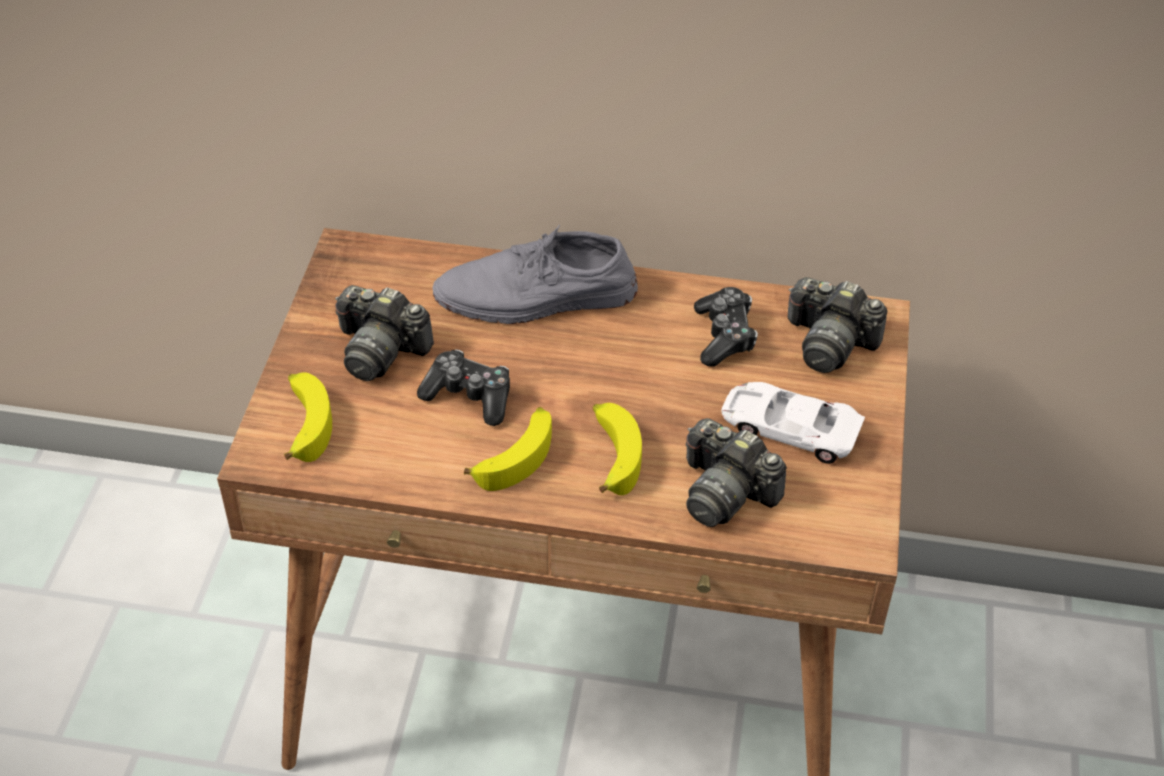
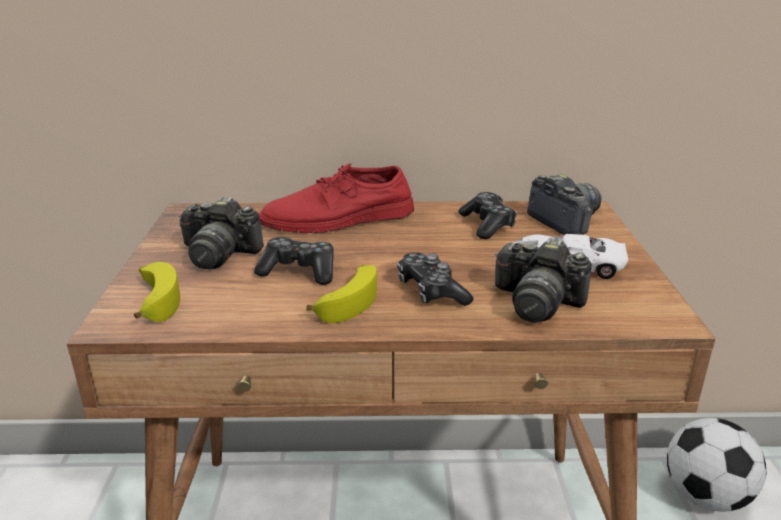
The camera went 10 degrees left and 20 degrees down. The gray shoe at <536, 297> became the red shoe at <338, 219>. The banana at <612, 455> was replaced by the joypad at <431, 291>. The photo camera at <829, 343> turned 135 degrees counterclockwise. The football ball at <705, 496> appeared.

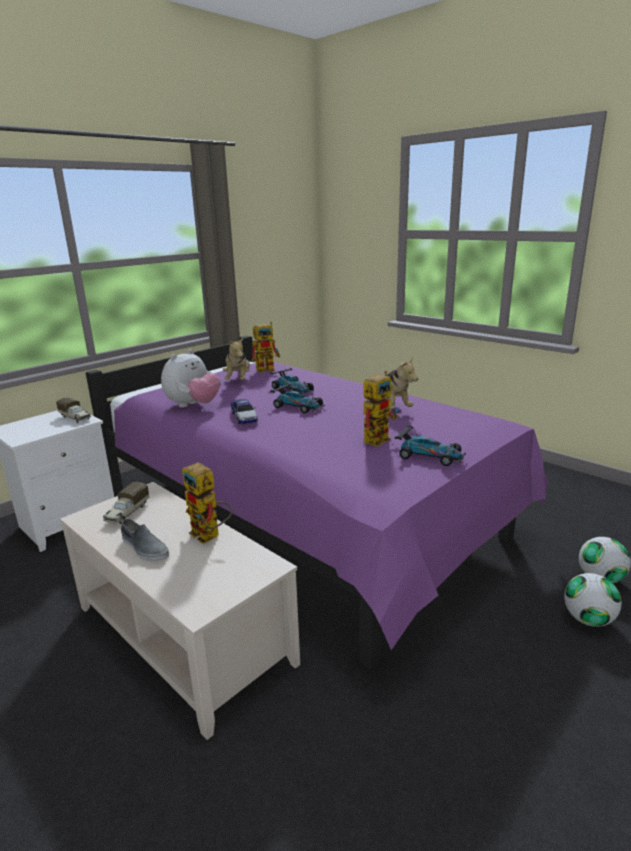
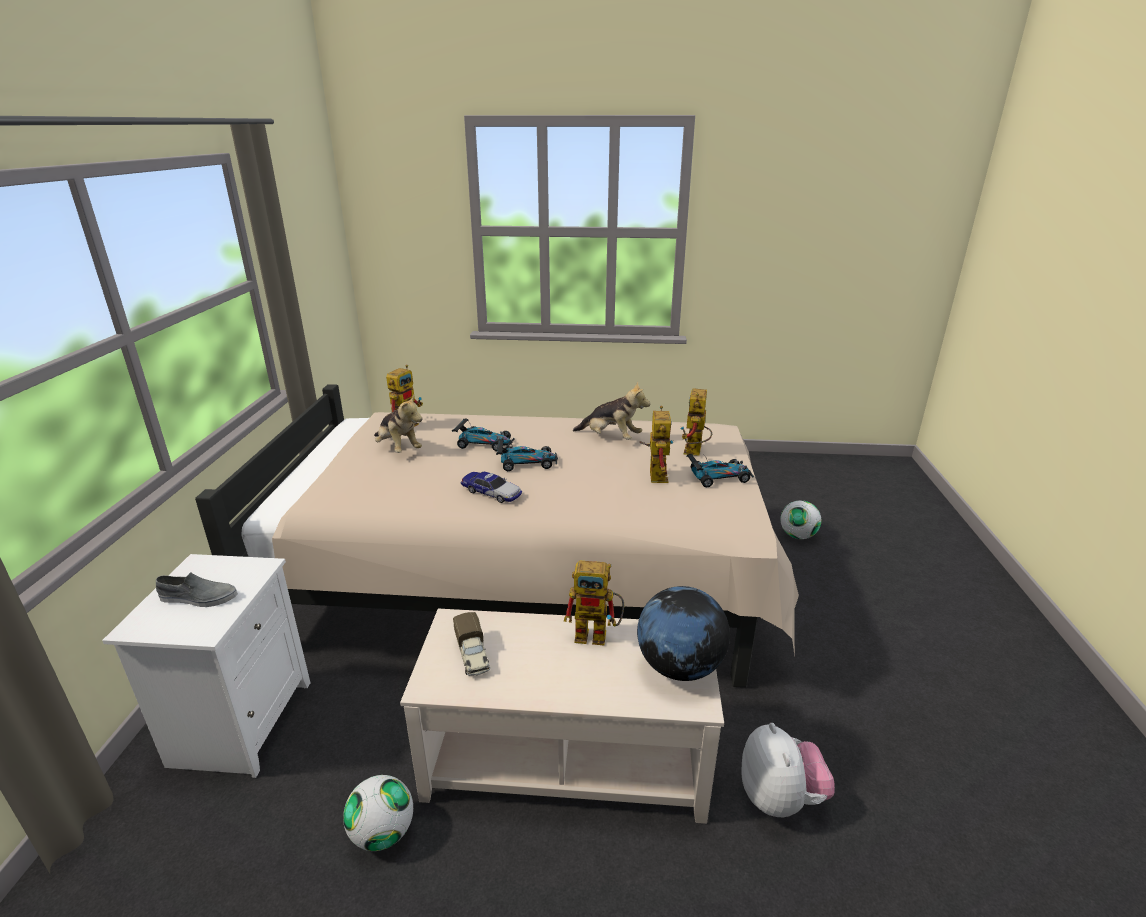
The camera went 40 degrees left and 5 degrees up. The toy lorry at <76, 418> disappeared. The purple-coloured bedroom bed at <303, 518> became the sand-coloured bedroom bed at <529, 583>. The gray shoe moved from <144, 548> to <198, 598>. The plush toy moved from <193, 405> to <780, 798>. The football ball moved from <588, 619> to <383, 833>. The desk globe at <679, 666> appeared. The robot figure at <694, 453> appeared.

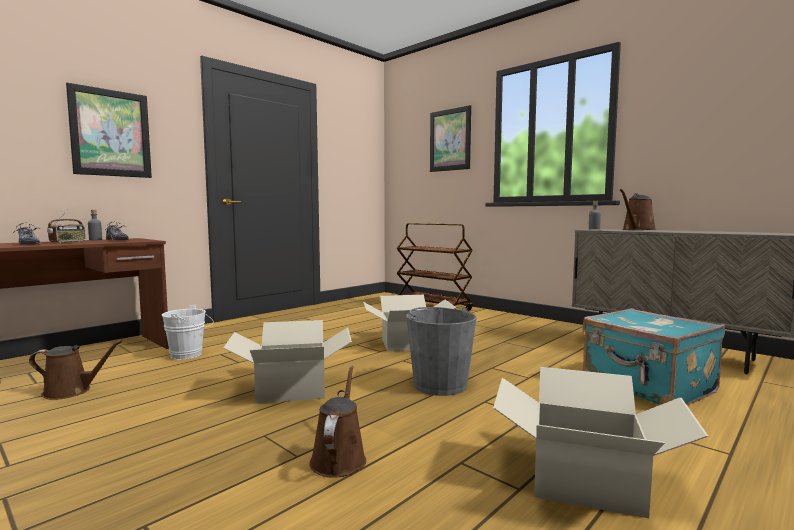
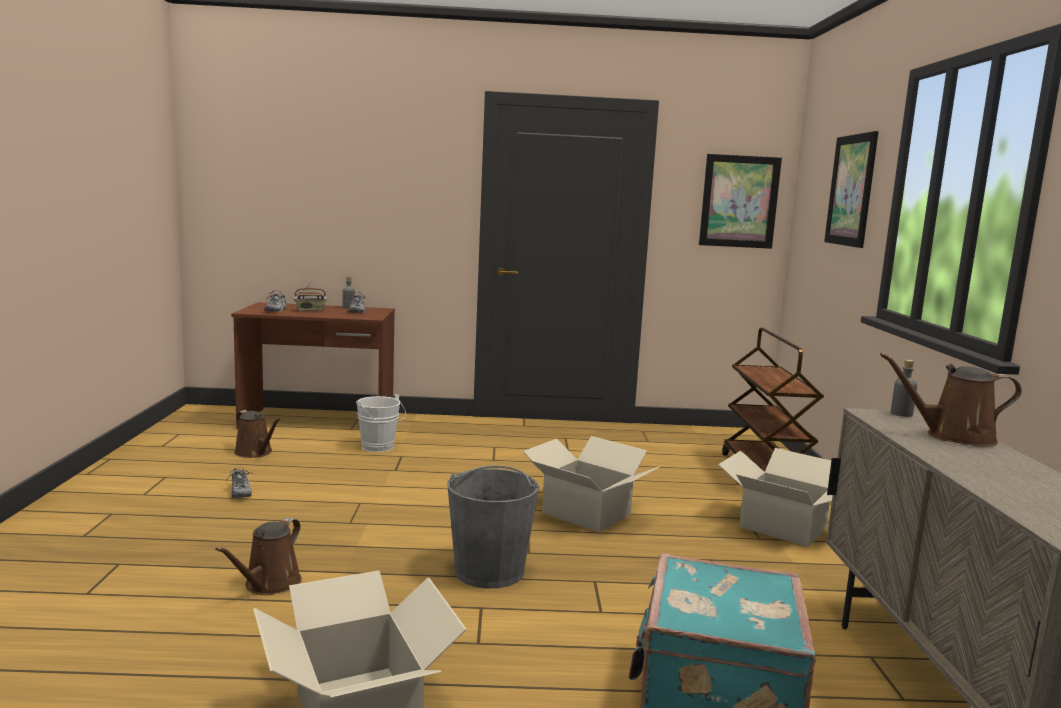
The camera went 45 degrees right and 5 degrees up. The wall picture moved from <111, 133> to <739, 201>. The packing box moved from <292, 389> to <783, 526>. The brown-coloured watering can at <339, 458> turned 150 degrees clockwise. The shoe at <240, 492> appeared.

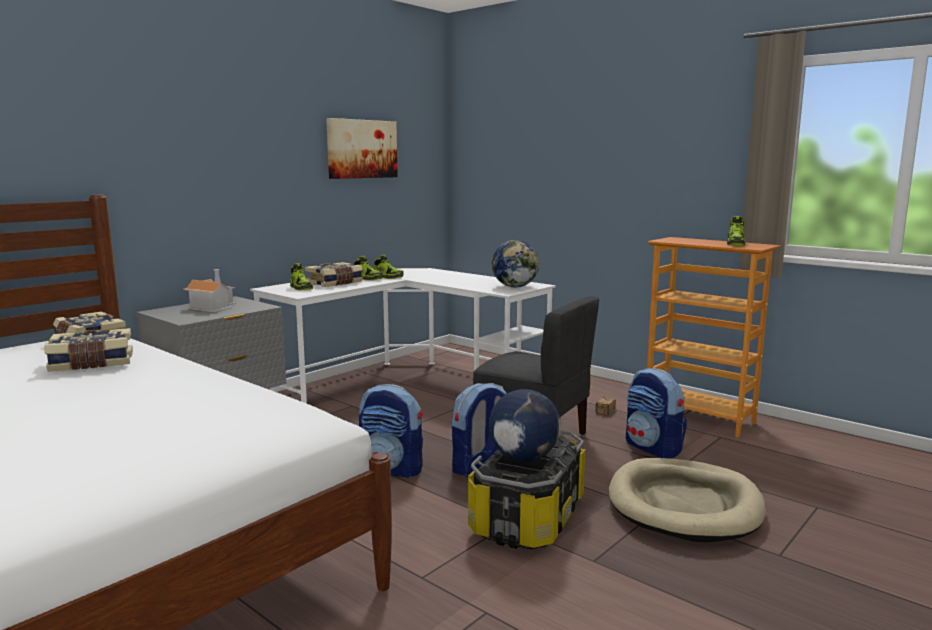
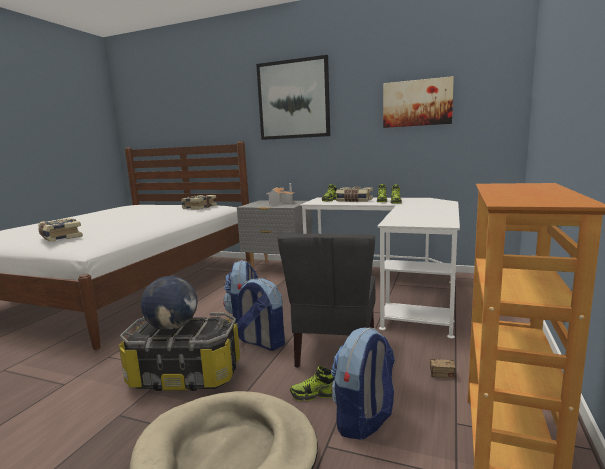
The camera went 70 degrees right and 0 degrees up. The bound book moved from <92, 363> to <60, 237>. The desk globe at <515, 287> disappeared. The shoe moved from <735, 244> to <314, 395>. The wall picture at <293, 99> appeared.

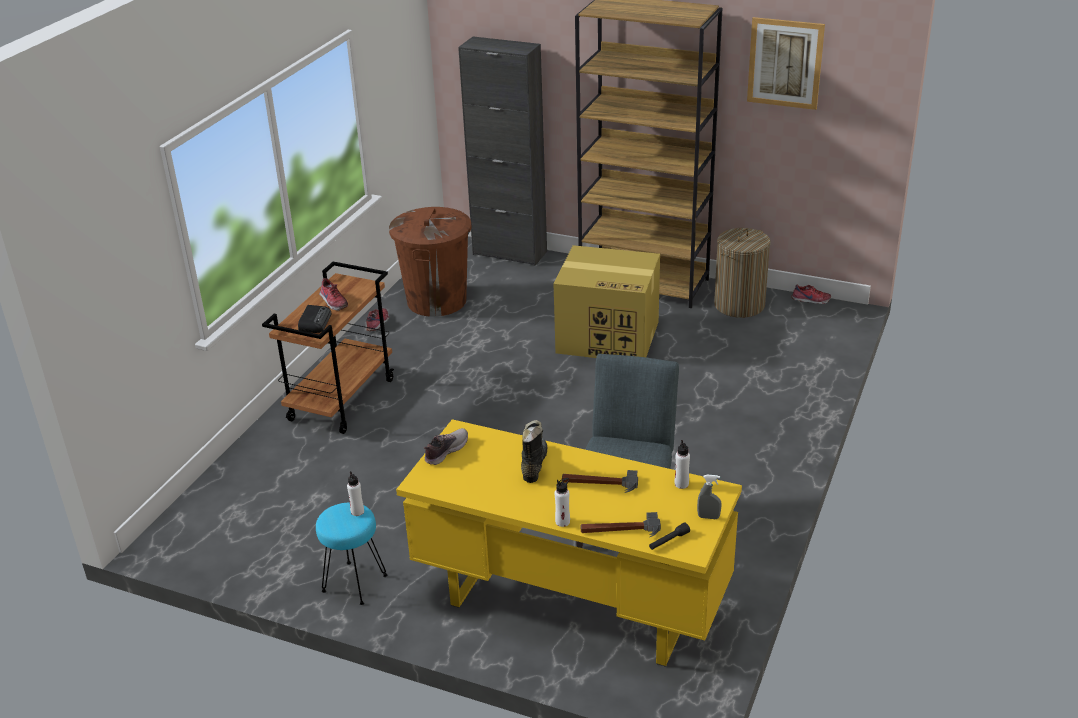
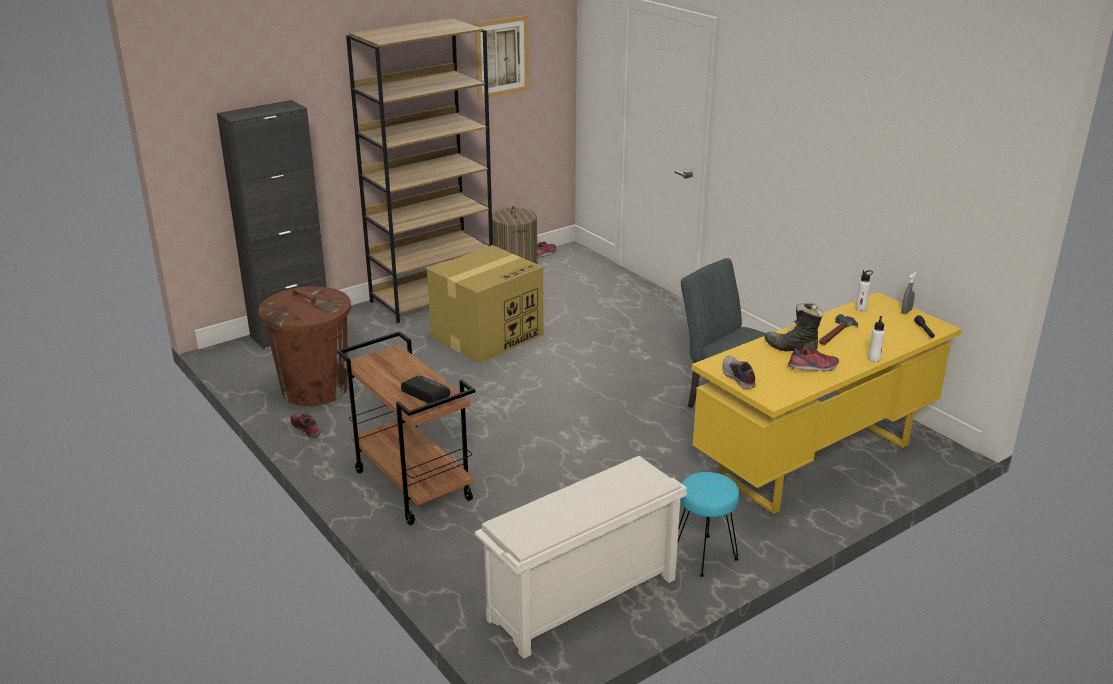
The camera went 60 degrees left and 5 degrees down. The shoe moved from <333, 302> to <813, 368>. The white bottle at <357, 512> disappeared. The tool hammer at <620, 530> disappeared. The white shoe rack at <582, 601> appeared.

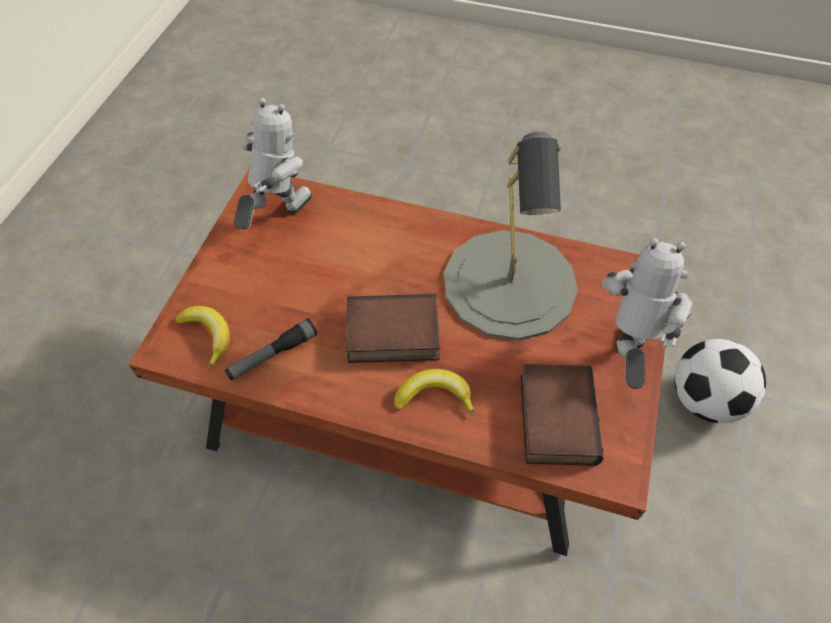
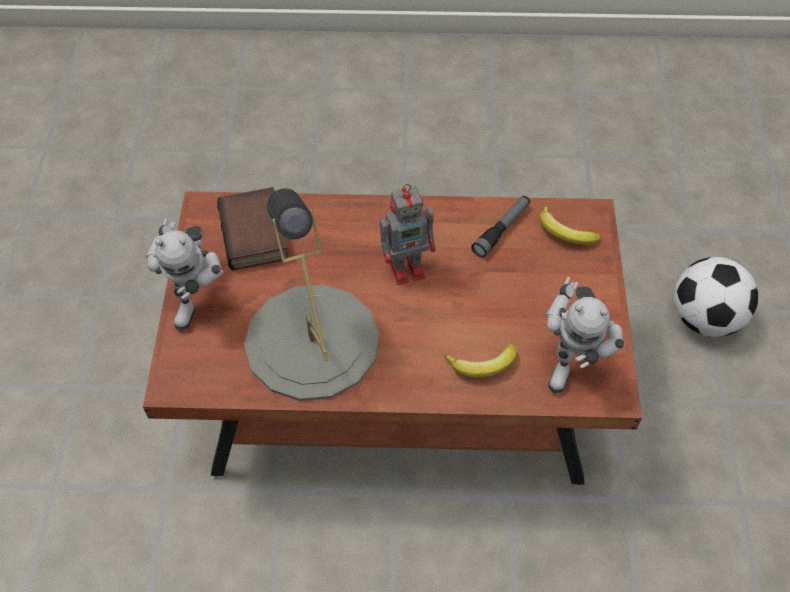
The camera went 165 degrees right and 0 degrees up. The bound book at <391, 336> was replaced by the robot figure at <408, 267>. The banana moved from <434, 396> to <483, 365>. The football ball moved from <704, 400> to <704, 318>.

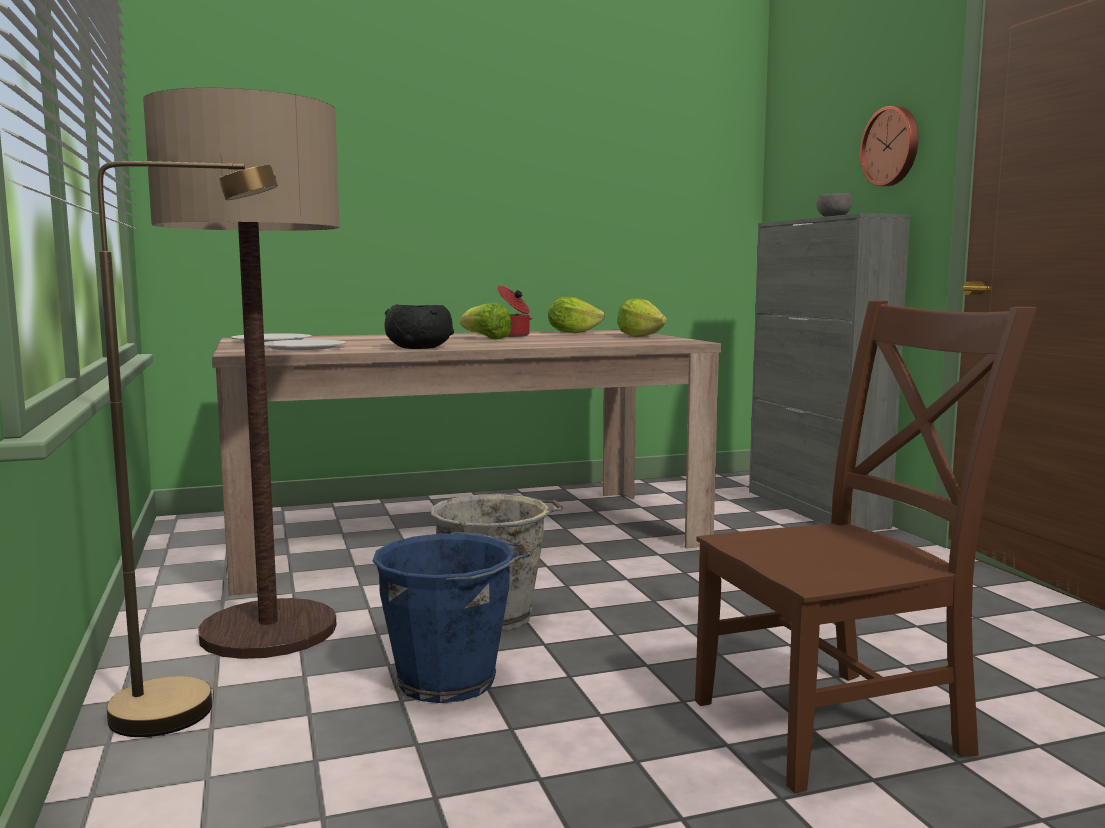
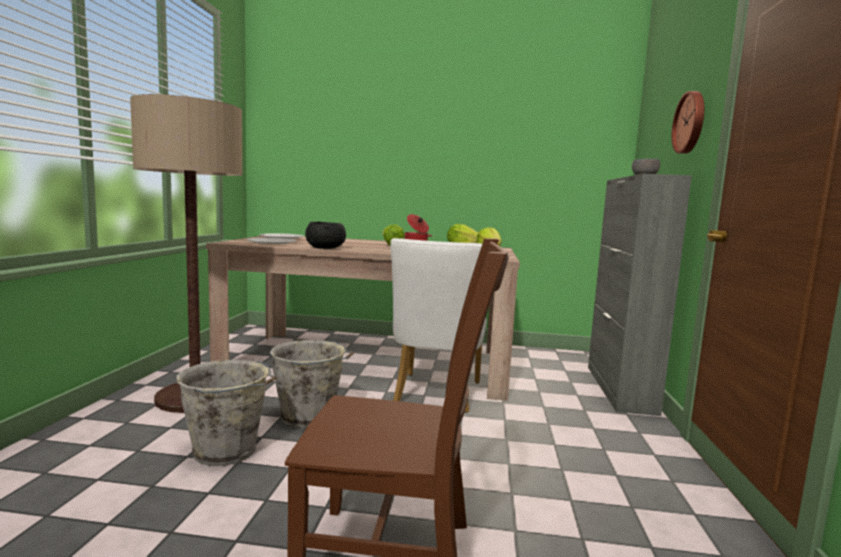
The camera went 25 degrees right and 0 degrees up. The brown-coloured floor lamp at <191, 707> disappeared. The bluish bucket at <451, 681> became the gray bucket at <227, 451>. The white chair at <435, 395> appeared.

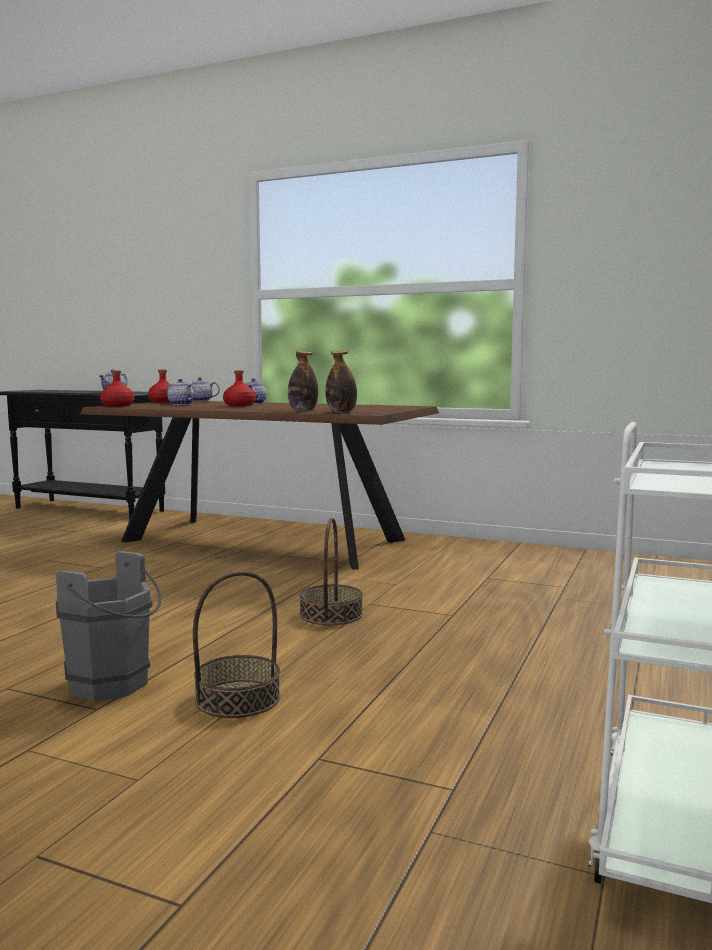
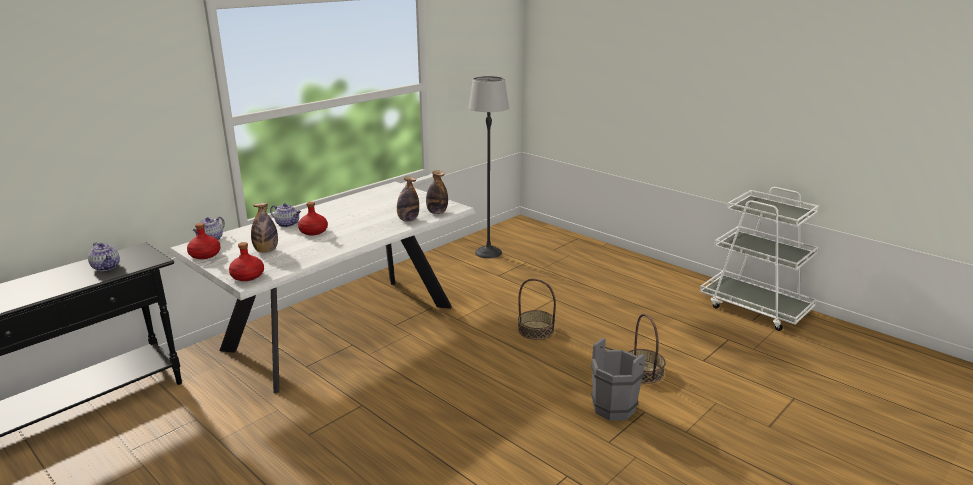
The camera went 70 degrees left and 15 degrees up. The brown-coloured dinner table at <264, 540> became the white dinner table at <342, 327>. The pot for tea at <180, 404> was replaced by the bottle at <266, 251>. The floor lamp at <488, 252> appeared.

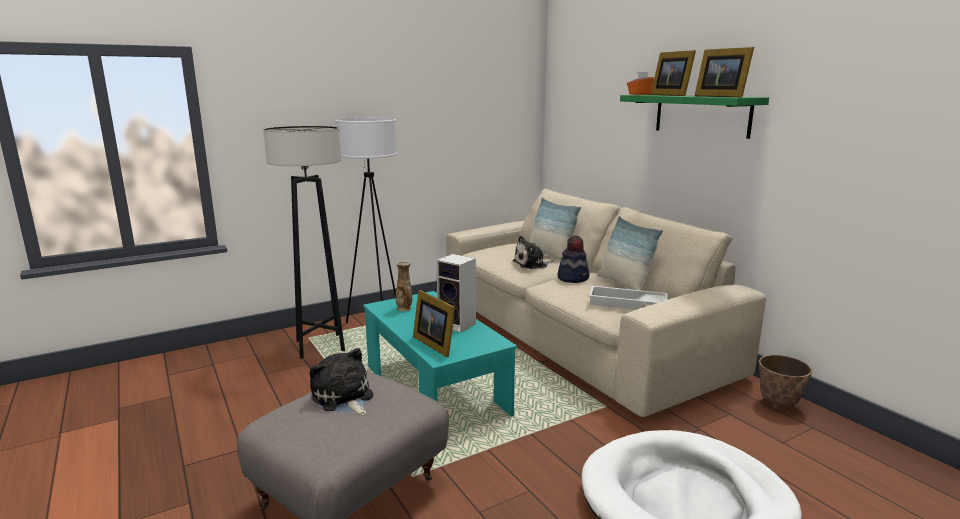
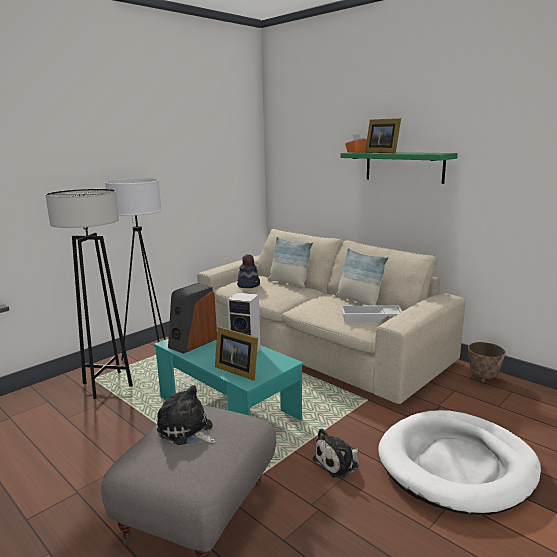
The camera went 15 degrees left and 0 degrees up. The flower vase at <404, 308> was replaced by the speaker at <192, 342>. The plush toy moved from <532, 264> to <338, 462>. The wearable hat moved from <573, 278> to <249, 285>. The photo frame at <720, 96> disappeared.

